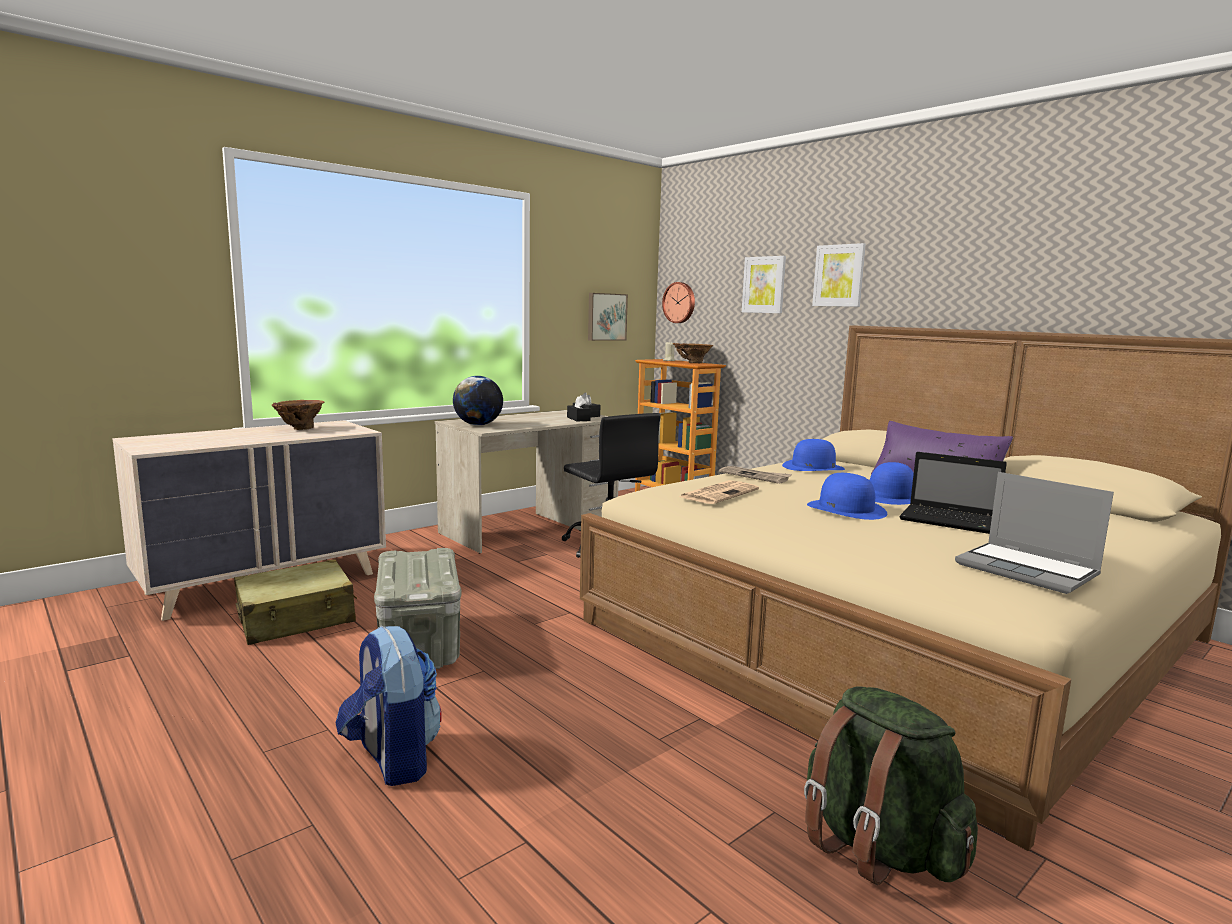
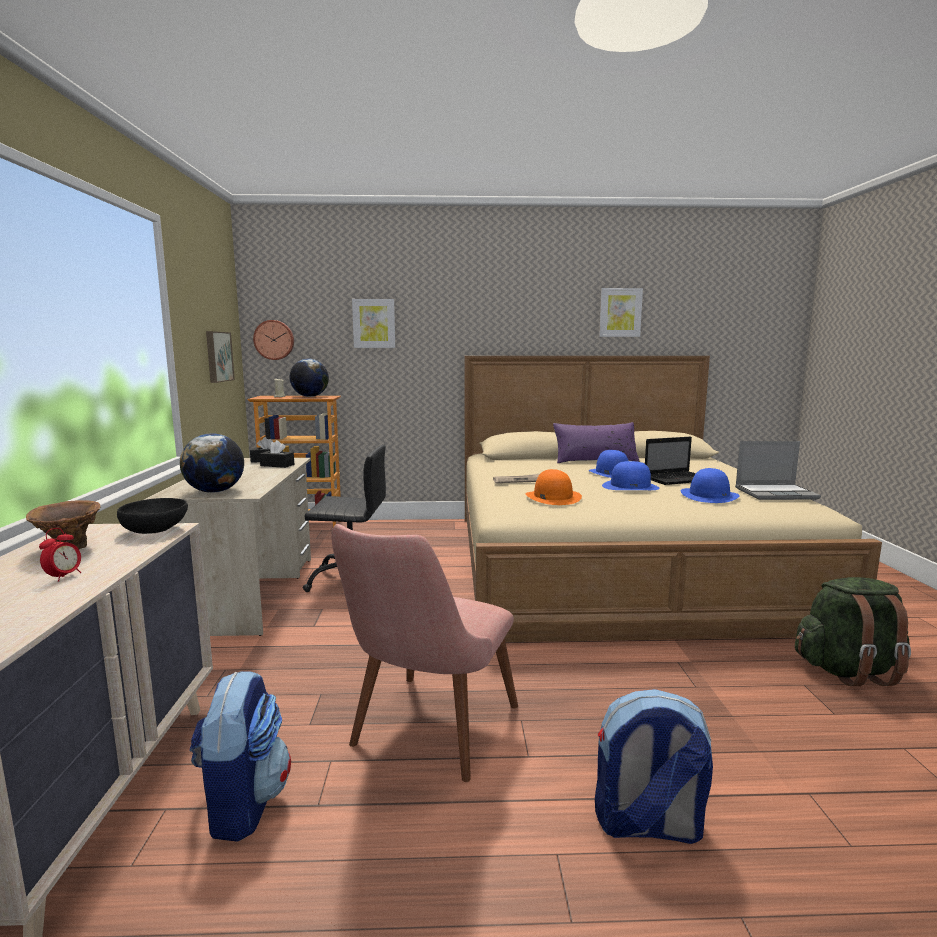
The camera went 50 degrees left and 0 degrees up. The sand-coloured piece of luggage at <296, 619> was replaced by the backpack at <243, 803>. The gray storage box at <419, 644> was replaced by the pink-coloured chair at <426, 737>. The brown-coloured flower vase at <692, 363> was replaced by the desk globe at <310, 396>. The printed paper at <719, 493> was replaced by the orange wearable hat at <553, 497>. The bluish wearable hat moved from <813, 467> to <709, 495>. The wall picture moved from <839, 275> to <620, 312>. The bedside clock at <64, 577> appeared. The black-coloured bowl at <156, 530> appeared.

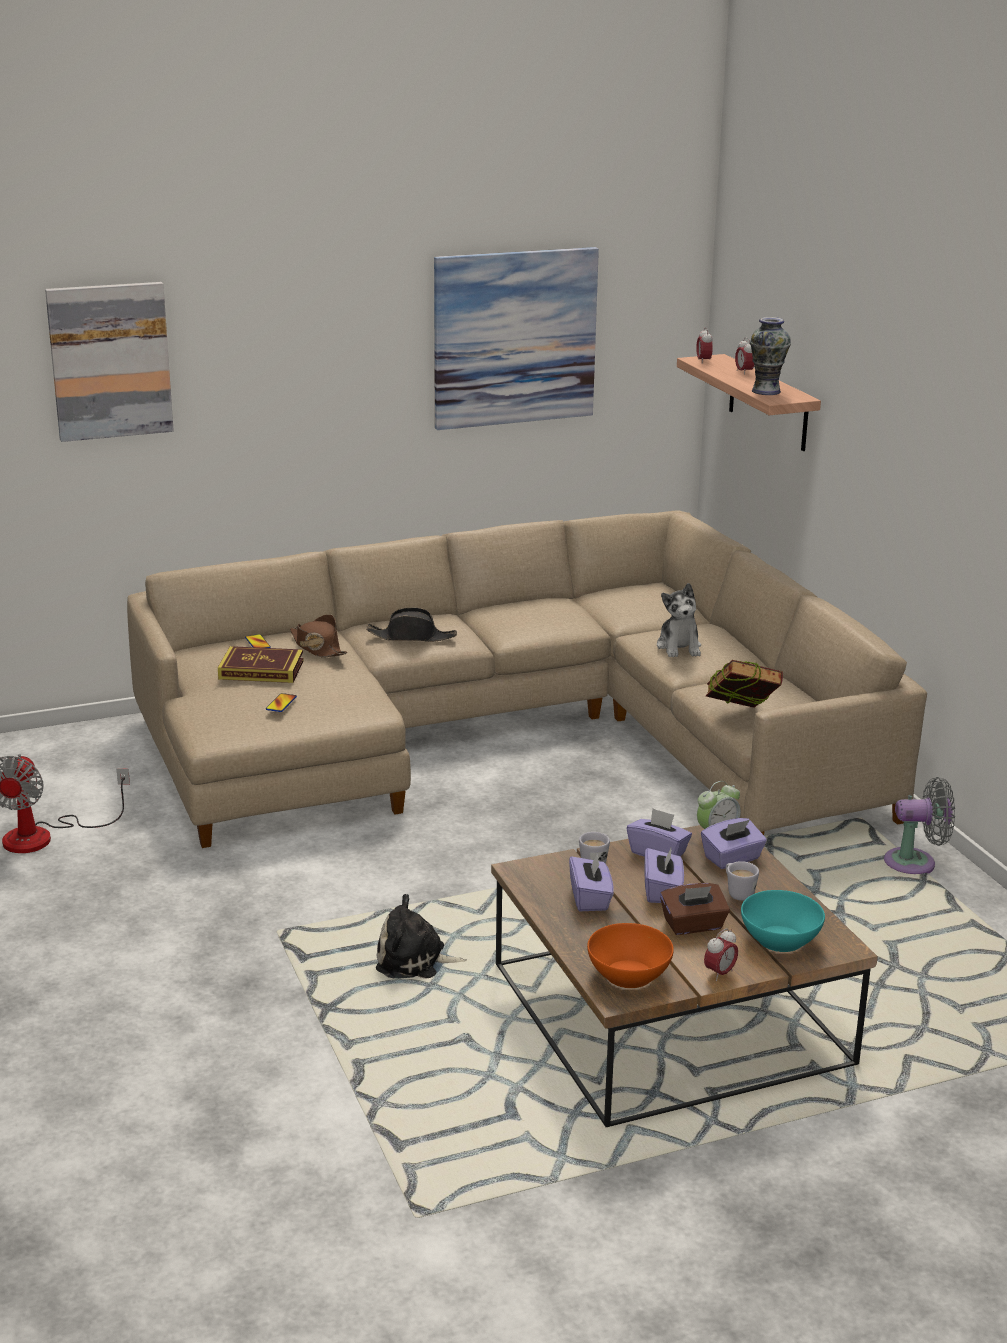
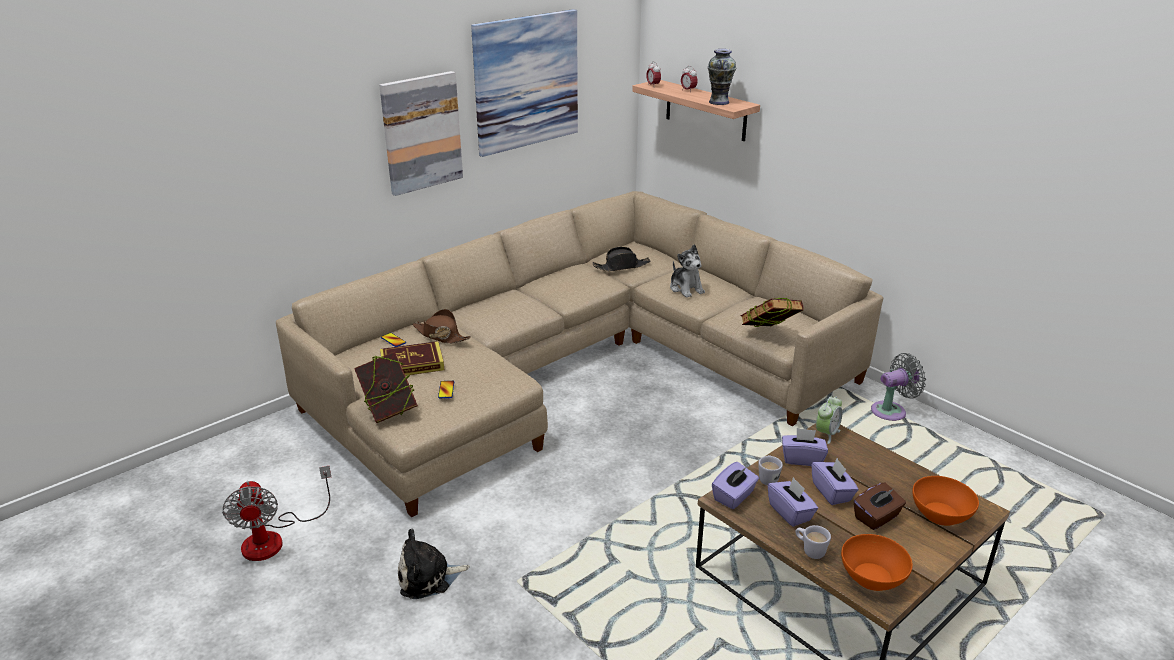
The camera went 20 degrees left and 5 degrees up. The wall picture moved from <110, 361> to <421, 132>. The black-coloured wearable hat moved from <412, 637> to <621, 266>. The plush toy moved from <416, 961> to <428, 577>. The purple-coloured tissue holder moved from <732, 858> to <734, 496>. The bedside clock at <719, 974> disappeared. The white mug moved from <737, 892> to <809, 550>. The turquoise-coloured bowl at <780, 939> became the orange bowl at <941, 514>. The bound book at <389, 411> appeared.

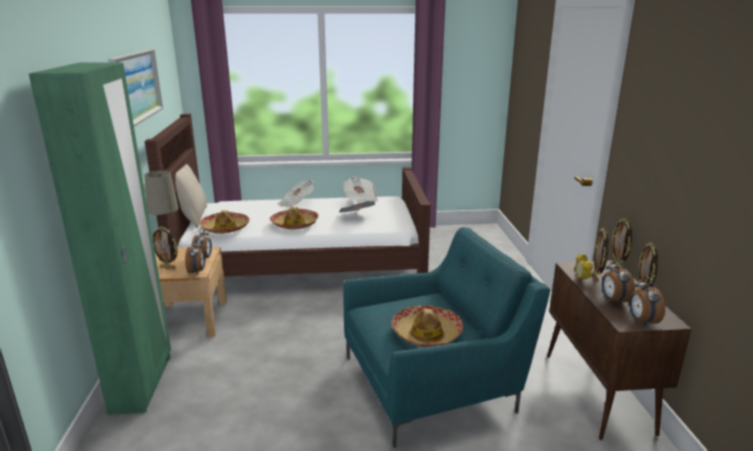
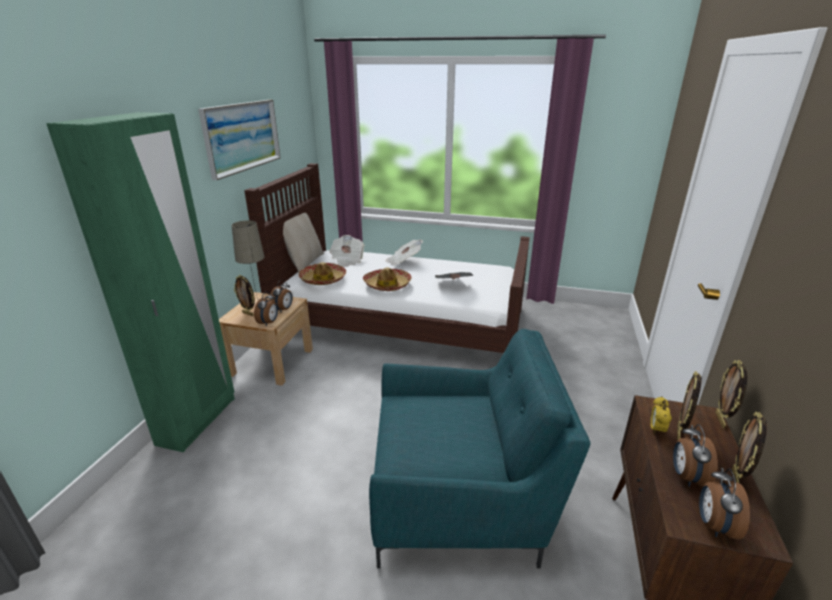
The camera went 20 degrees right and 5 degrees up. The printed paper moved from <360, 200> to <347, 260>. The wearable hat at <426, 334> disappeared.

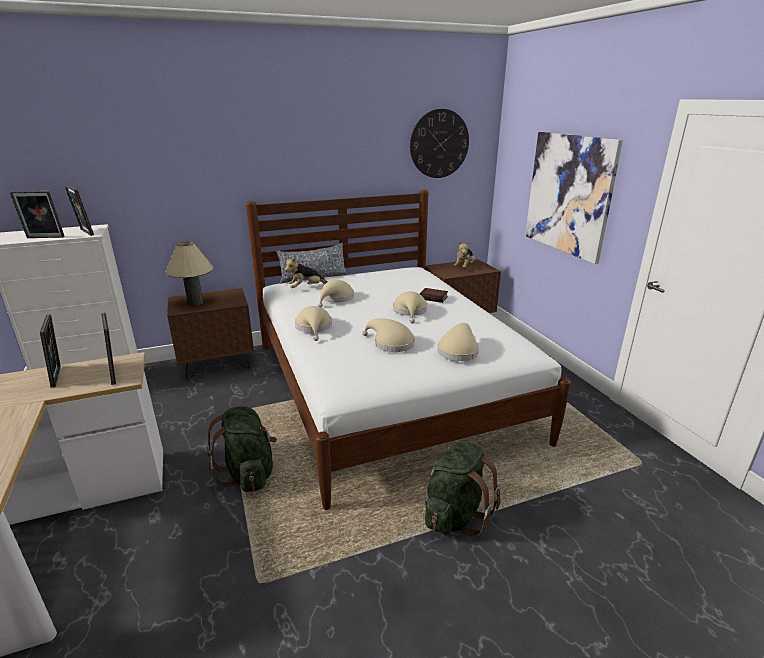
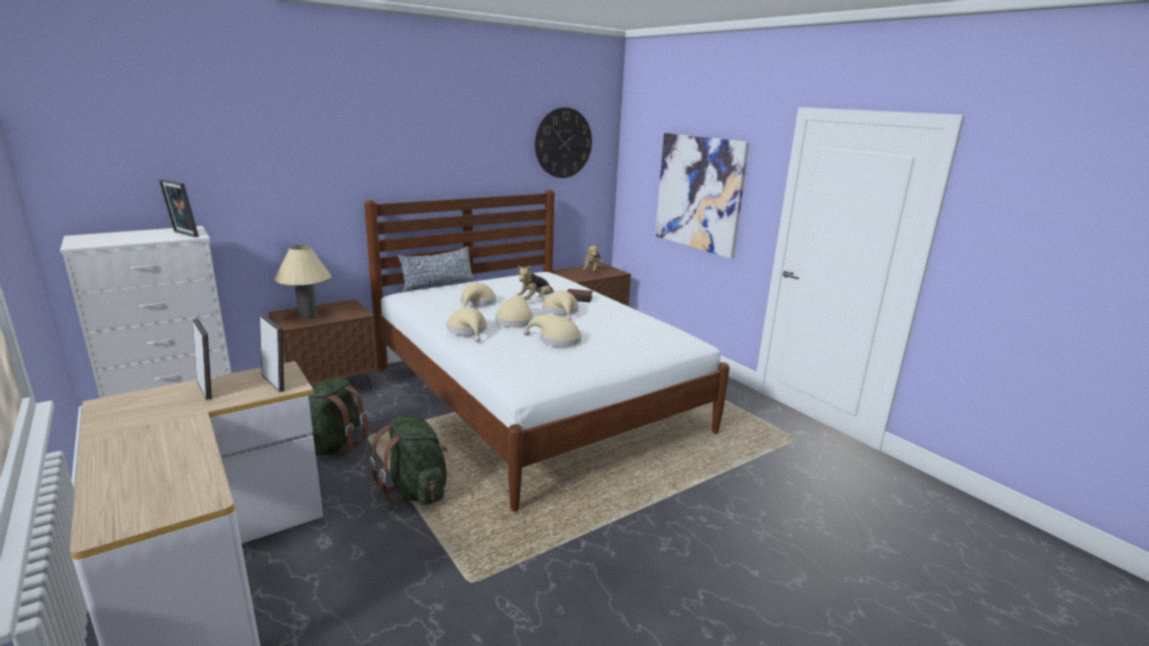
The camera went 15 degrees left and 5 degrees down. The photo frame at <44, 238> disappeared. The plush toy moved from <306, 288> to <535, 300>. The green-coloured backpack moved from <455, 515> to <333, 446>. The sand-coloured wearable hat moved from <458, 351> to <515, 320>.

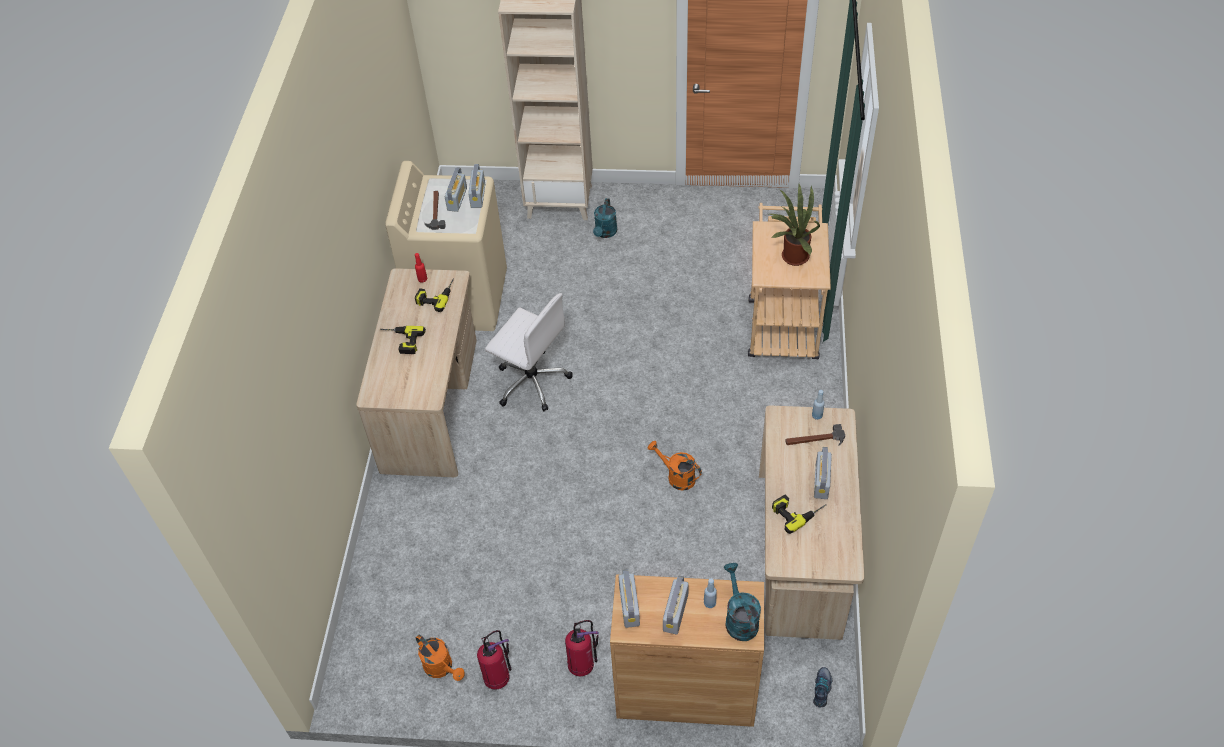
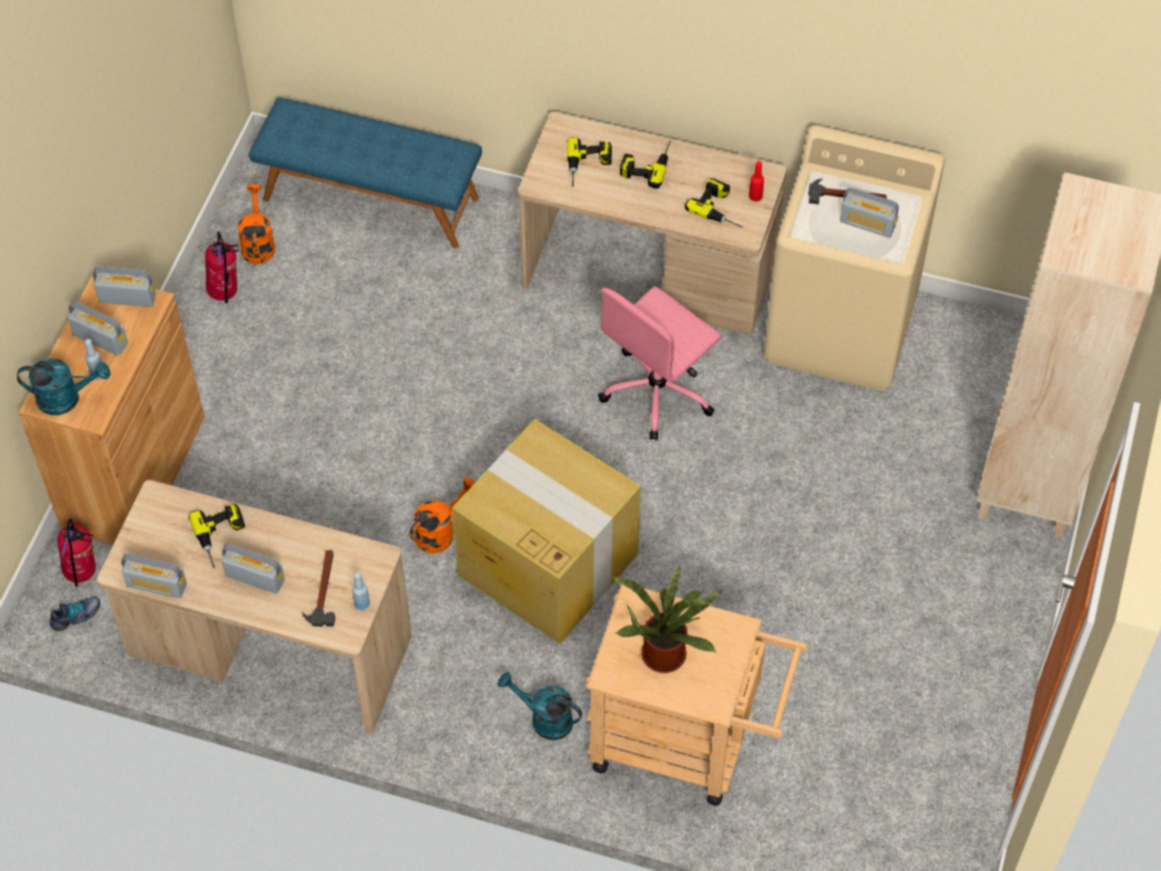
The camera went 100 degrees right and 5 degrees up. The orange watering can at <442, 668> turned 120 degrees clockwise. The radio moved from <478, 196> to <157, 585>. The white office chair at <531, 381> became the pink-coloured office chair at <658, 392>. The fire-fighting cylinder moved from <582, 664> to <82, 573>. The turquoise-coloured watering can moved from <605, 233> to <544, 719>. The shoe at <822, 689> turned 60 degrees counterclockwise. The bluish indoor bench at <371, 197> appeared. The packing box at <546, 563> appeared. The electric drill at <588, 167> appeared.

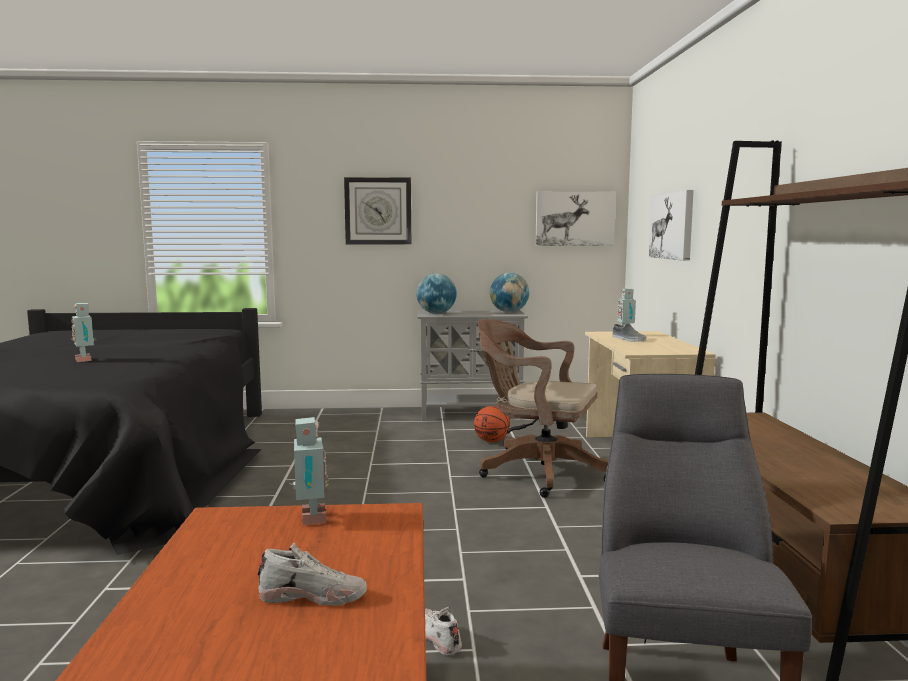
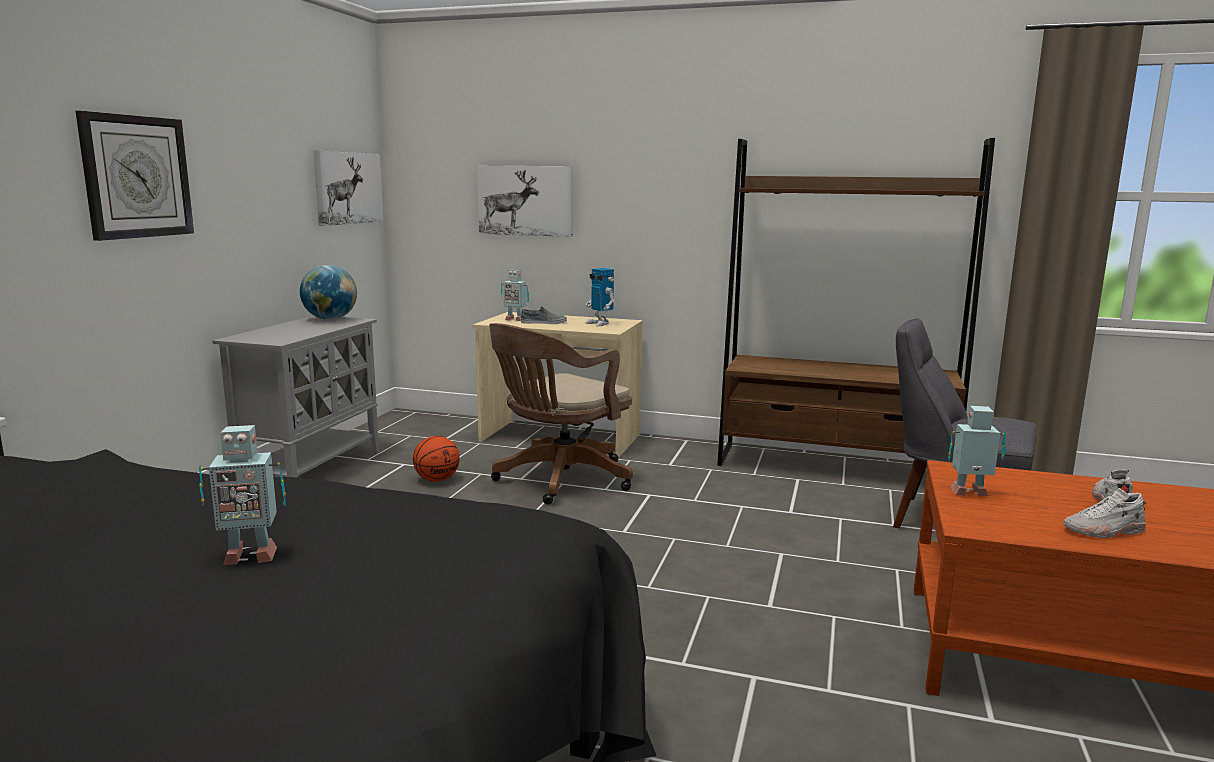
The camera went 70 degrees left and 5 degrees up. The desk globe at <436, 313> disappeared. The white shoe moved from <437, 637> to <1104, 531>. The robot figure at <600, 324> appeared.

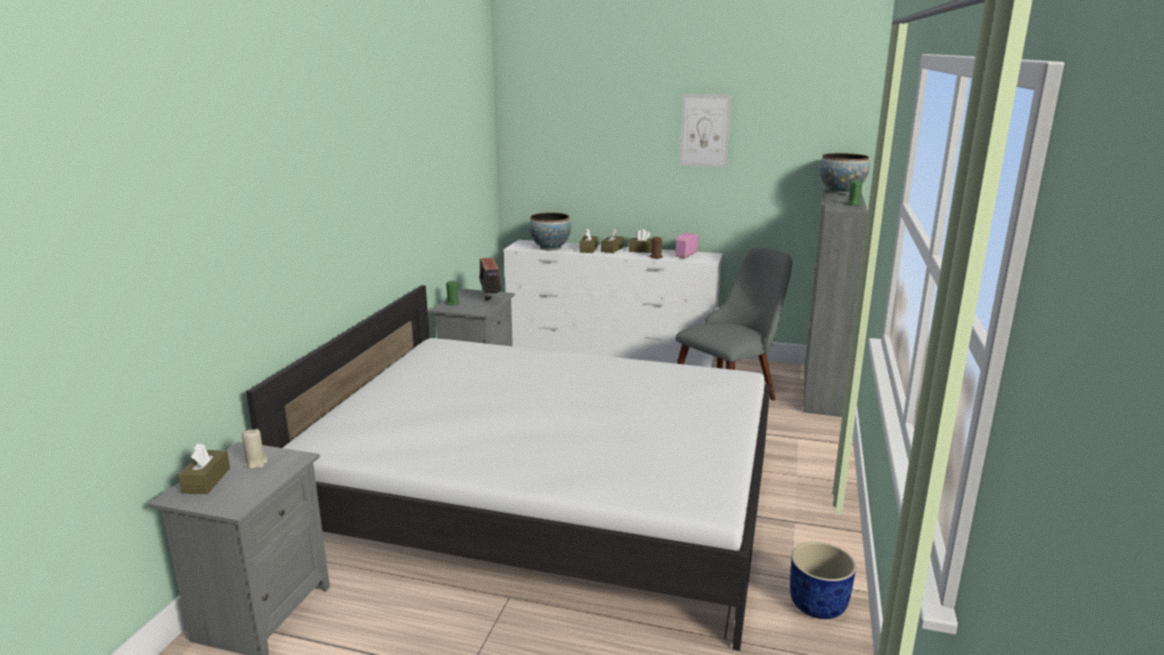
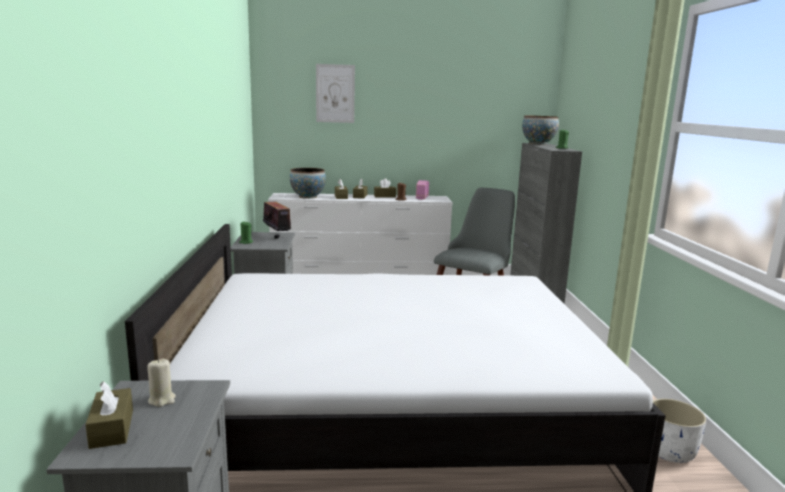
The camera went 20 degrees left and 5 degrees down. The wall picture moved from <705, 130> to <335, 93>. The bluish planter at <819, 605> became the white planter at <670, 452>.

